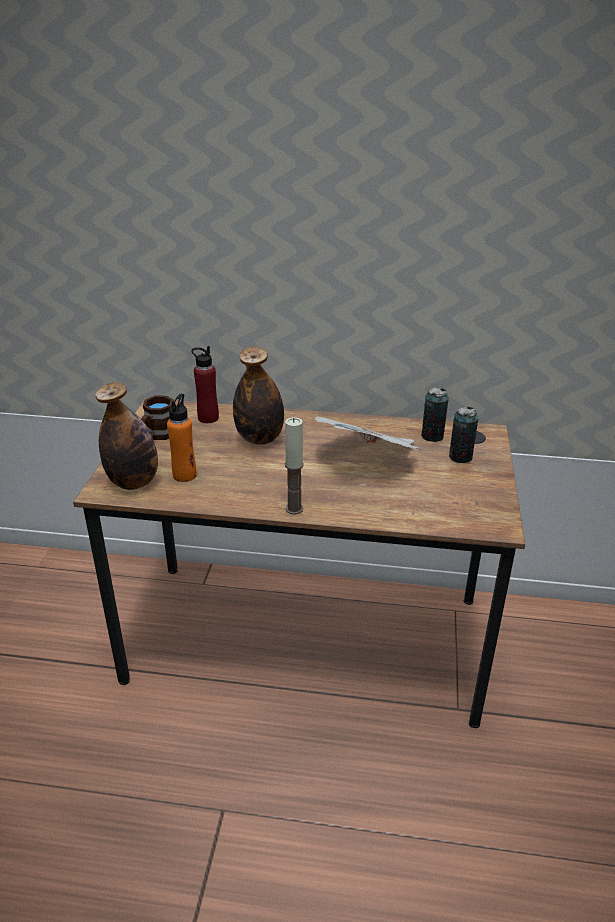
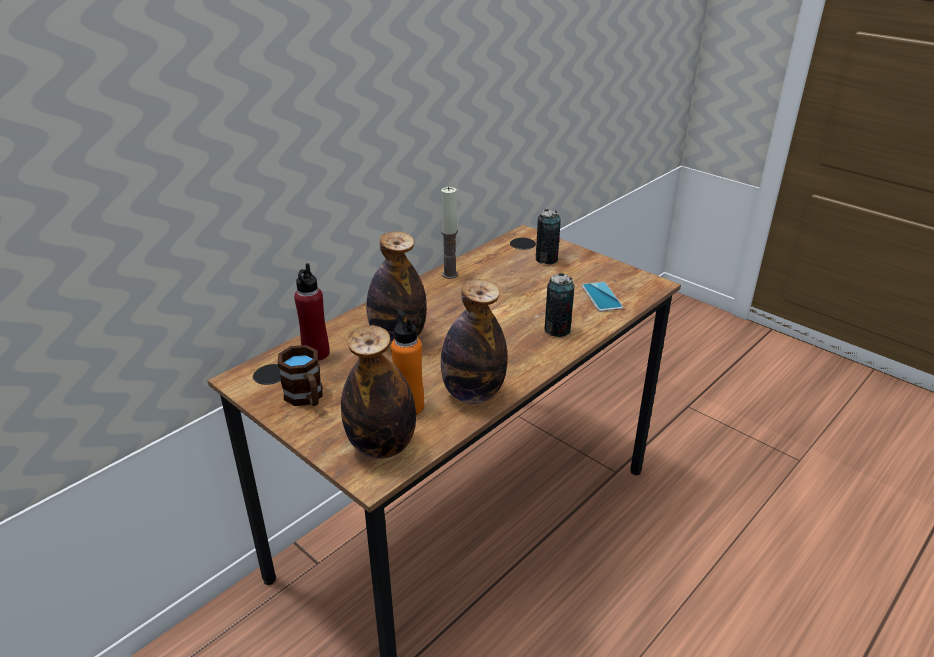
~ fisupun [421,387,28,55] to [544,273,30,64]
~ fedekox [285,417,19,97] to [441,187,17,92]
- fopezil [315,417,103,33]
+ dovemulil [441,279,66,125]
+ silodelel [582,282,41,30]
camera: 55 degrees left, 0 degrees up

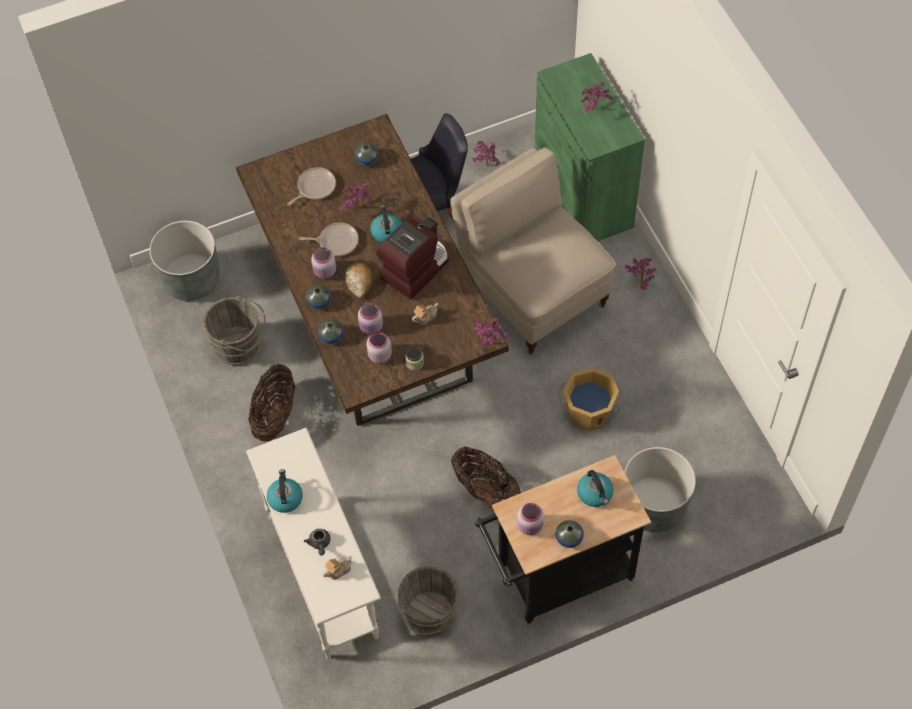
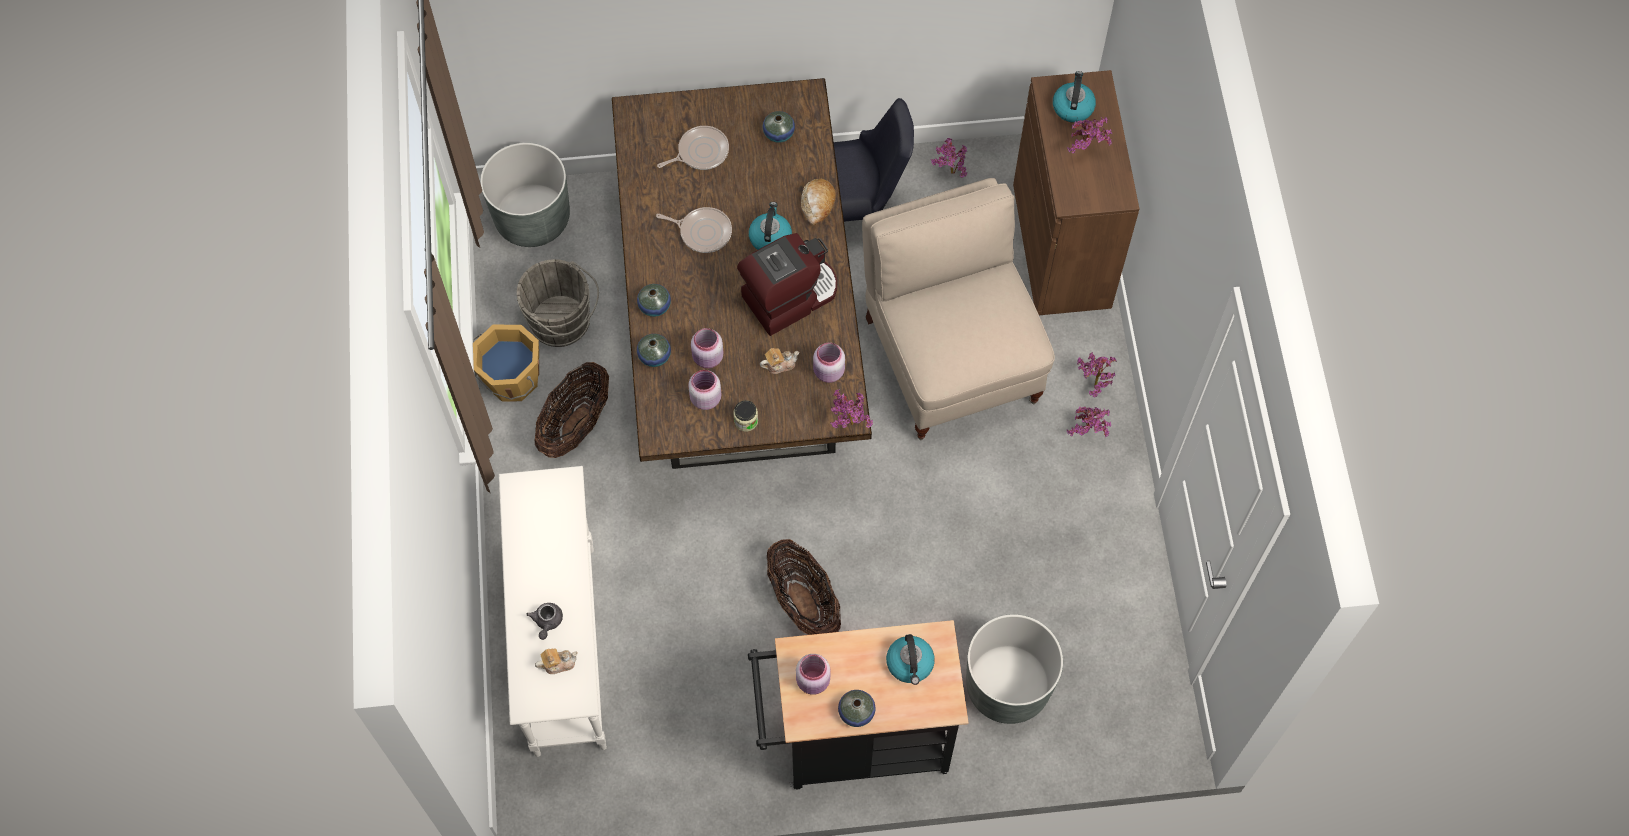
~ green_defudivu [535,53,110,188] to brown_defudivu [1013,70,126,245]
~ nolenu [340,182,32,28] to [1067,407,44,30]
~ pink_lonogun [311,247,25,32] to [813,343,32,40]
~ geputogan [345,262,27,36] to [801,179,35,46]
~ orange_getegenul [559,368,61,63] to [473,324,66,78]
~ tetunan [267,469,36,44] to [1053,71,43,52]
- grey_getegenul [397,566,69,72]
camera: 15 degrees right, 5 degrees up

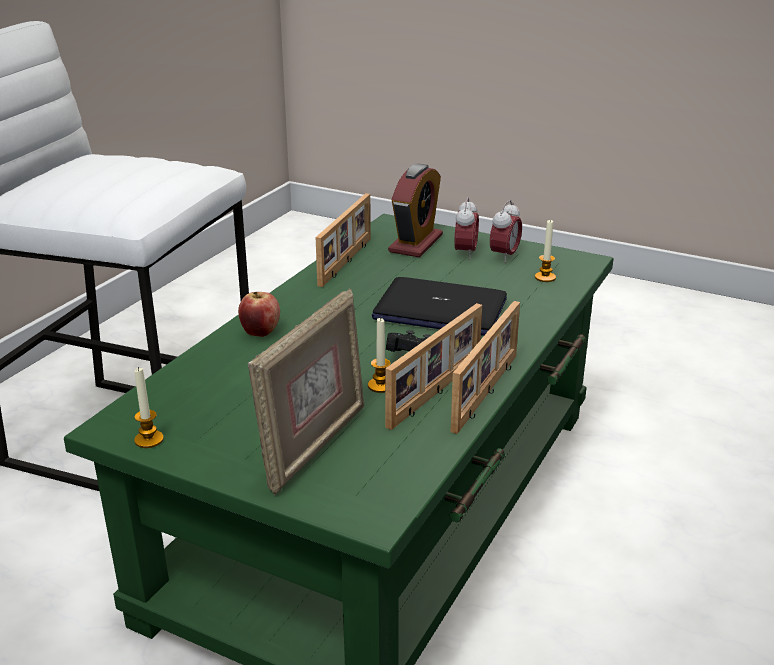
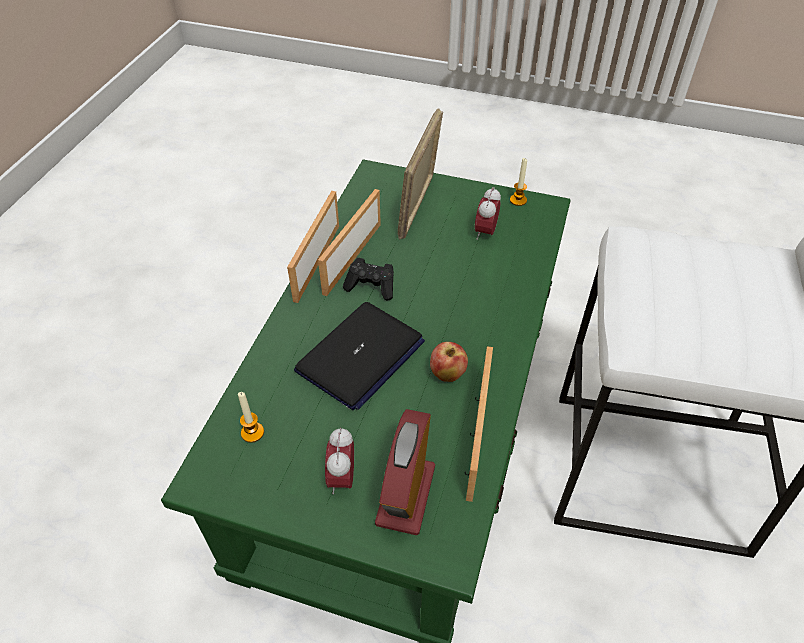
~ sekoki [490,200,32,63] to [475,187,26,53]
~ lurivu [372,277,135,59] = [294,302,131,108] 120 degrees clockwise
~ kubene [238,292,42,45] to [430,342,38,40]
- fedekox [368,317,22,76]
camera: 170 degrees right, 20 degrees up

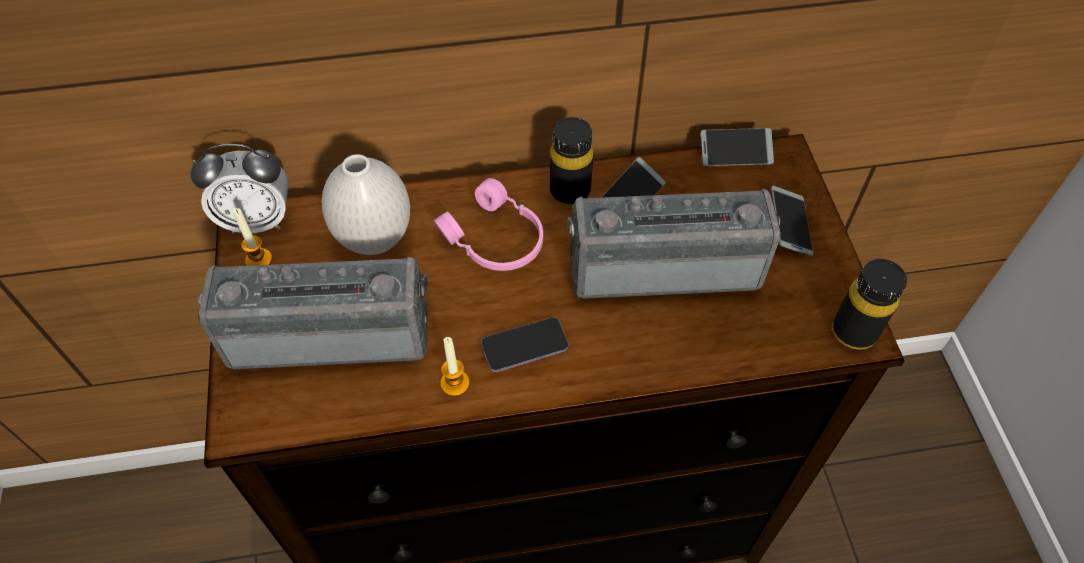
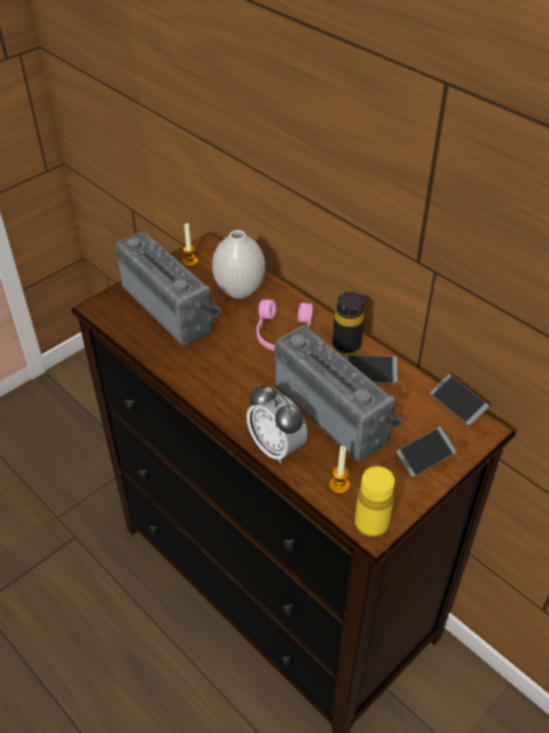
~ sekoki [191,144,97,90] to [246,384,61,80]
~ black_dovemulil [832,259,75,91] to yellow_dovemulil [355,466,40,71]
- silodelel [481,317,88,55]
~ fedekox [440,337,30,60] to [329,446,21,48]
camera: 55 degrees right, 10 degrees down

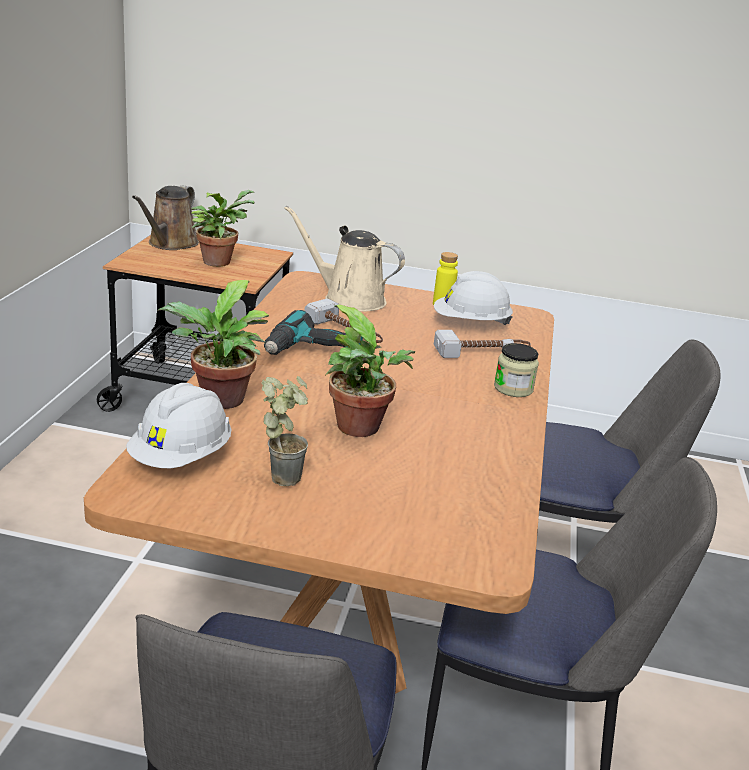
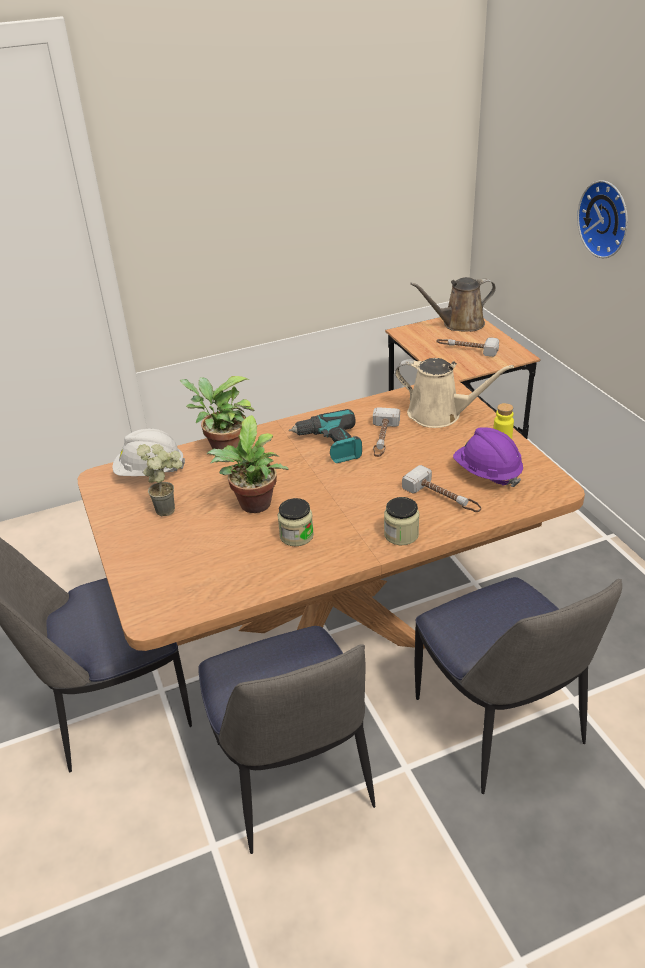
~ nolenu [191,190,64,77] to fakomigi [436,337,63,20]
~ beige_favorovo [284,206,121,105] = [395,358,119,70] 120 degrees clockwise
~ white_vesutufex [434,271,79,54] to purple_vesutufex [453,427,70,60]
+ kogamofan [577,180,51,78]
+ lonogun [278,498,36,48]
camera: 60 degrees right, 10 degrees up

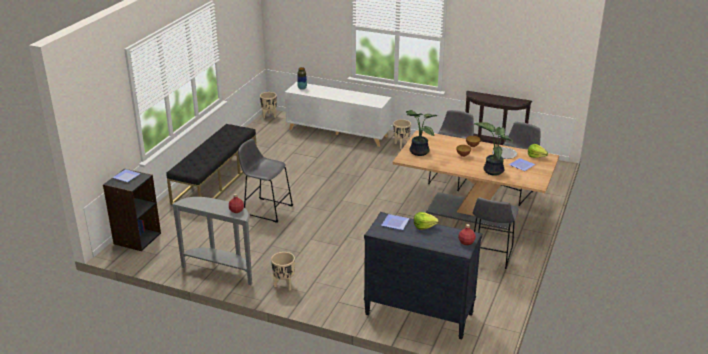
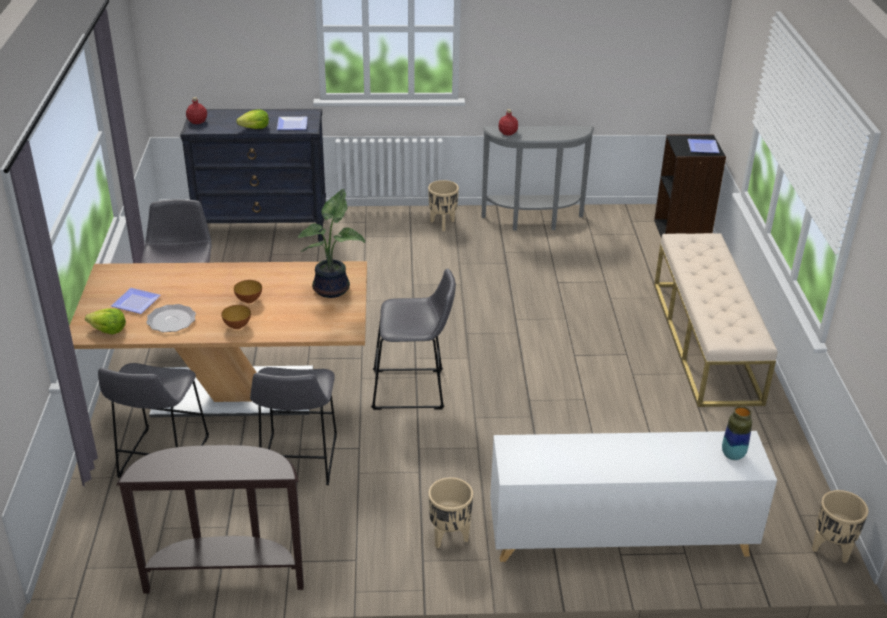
- nolenu [474,122,40,54]
~ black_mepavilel [166,124,91,81] to beige_mepavilel [654,233,124,174]
~ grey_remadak [238,139,55,84] to [371,269,85,141]
camera: 155 degrees right, 5 degrees up

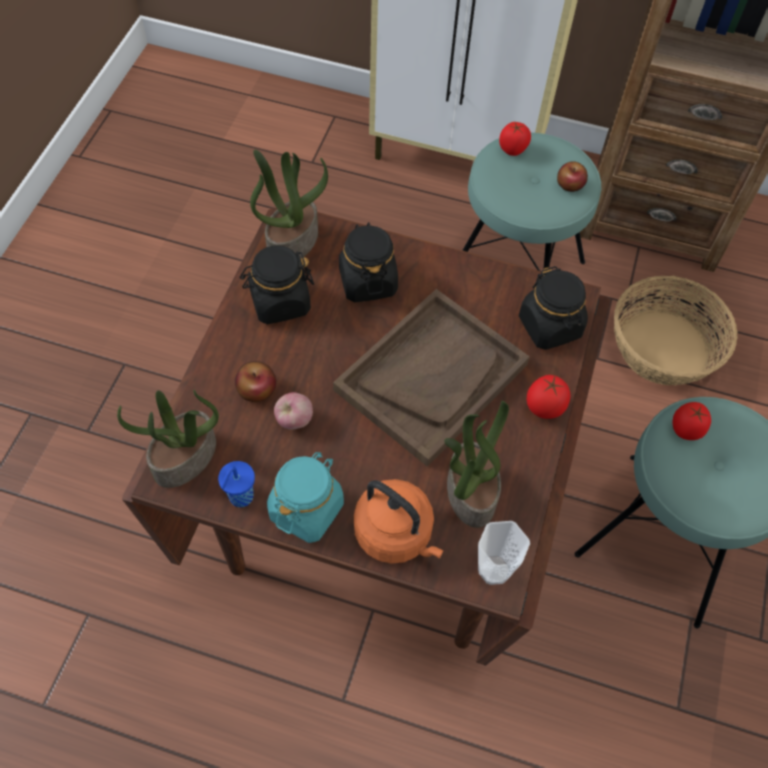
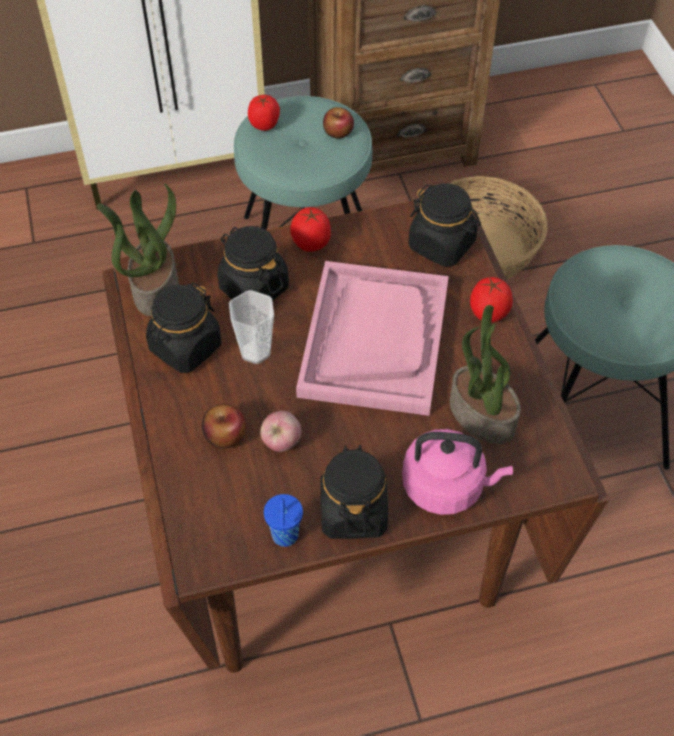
~ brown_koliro [333,289,197,178] to pink_koliro [296,261,153,155]
- nolenu [117,390,102,98]
~ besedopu [672,402,39,38] to [290,207,41,45]
~ turquoise_lonogun [267,452,77,91] to black_lonogun [320,445,68,94]
~ orange_tetunan [354,479,90,85] to pink_tetunan [402,429,111,86]
~ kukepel [478,521,52,64] to [229,290,45,74]
camera: 30 degrees left, 5 degrees down

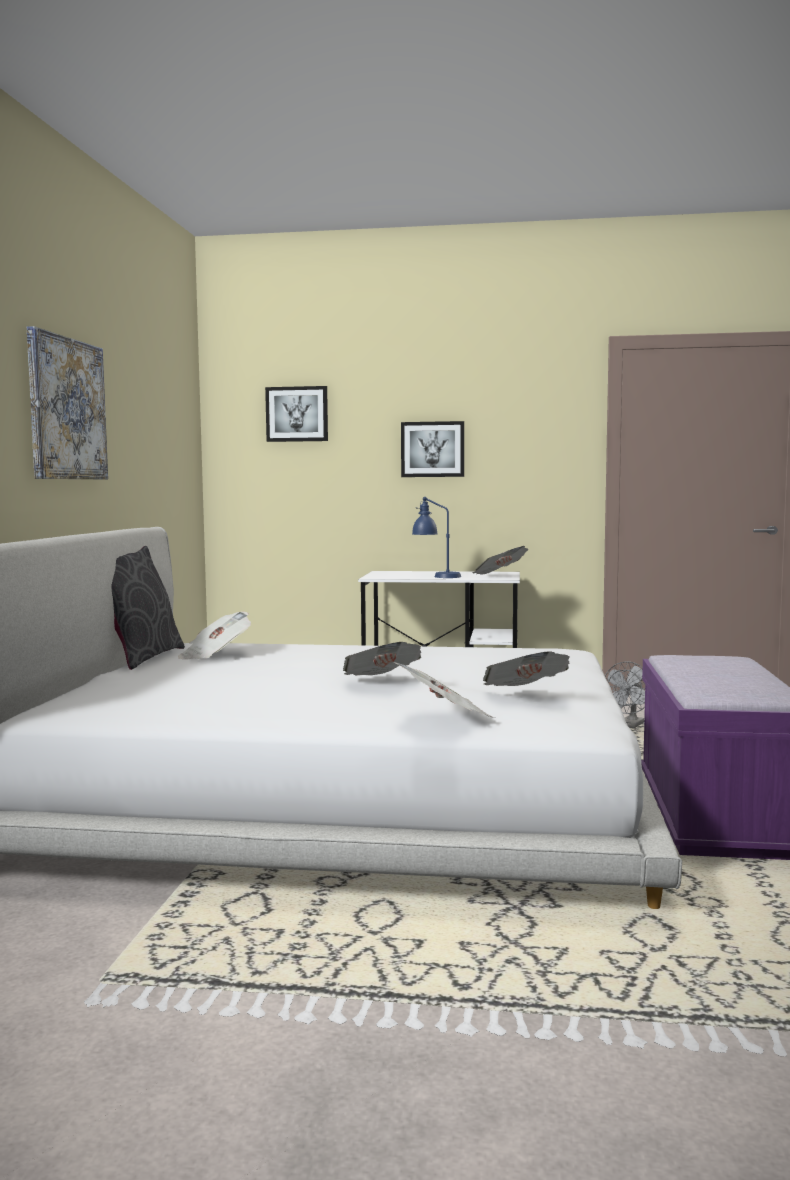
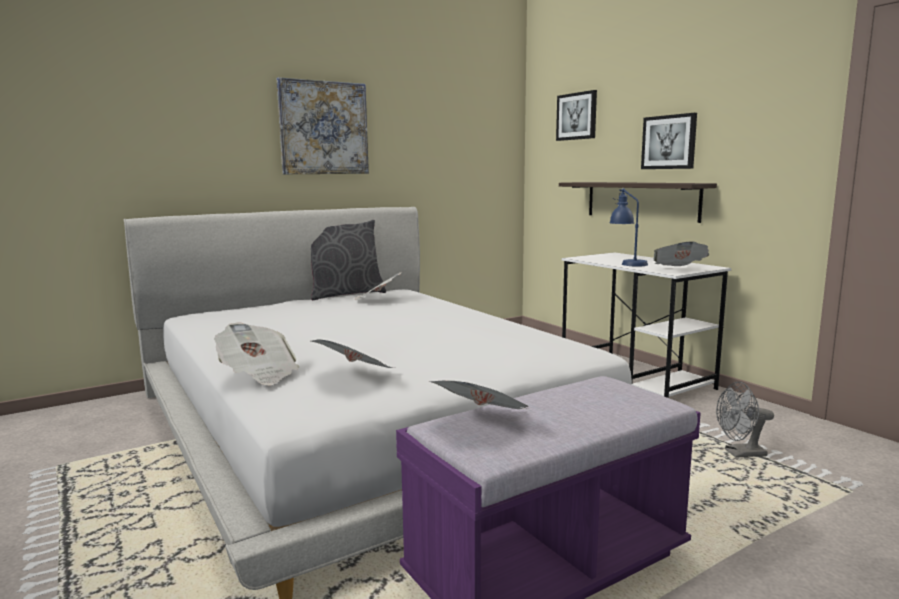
~ fopezil [343,642,78,33] to [430,381,98,28]
+ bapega [559,182,158,41]
camera: 50 degrees right, 5 degrees up

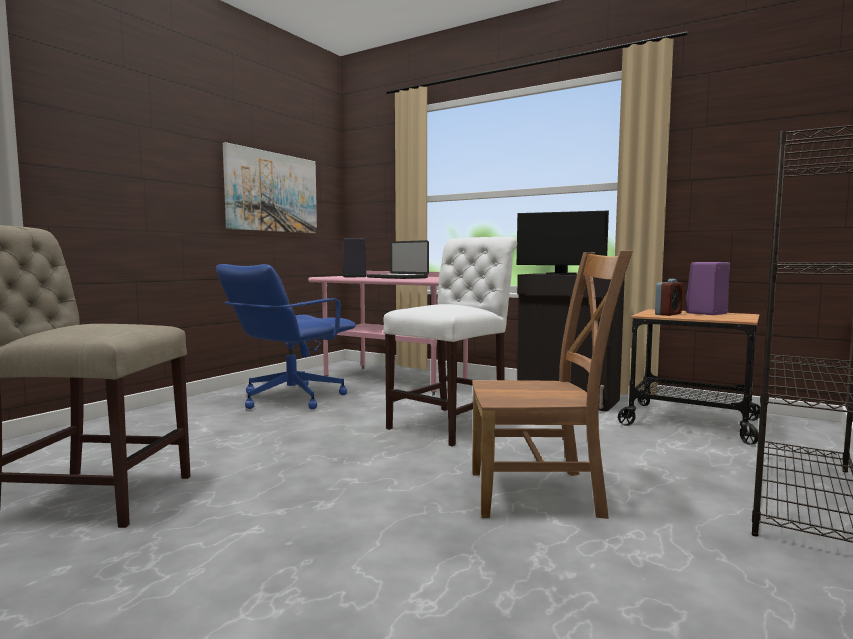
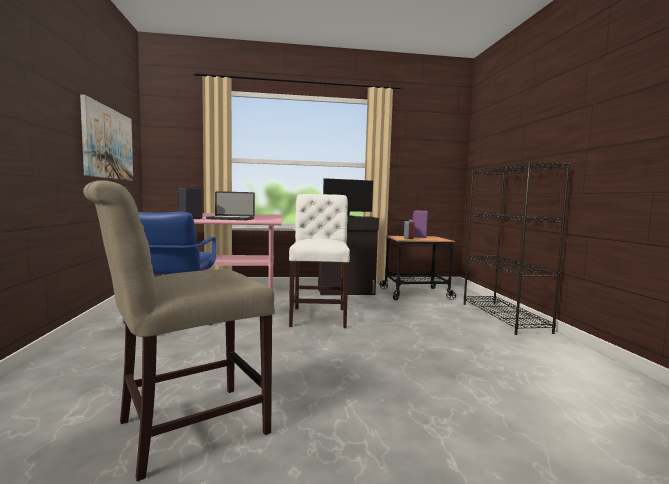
- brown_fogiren [472,251,161,268]
camera: 40 degrees left, 0 degrees up

